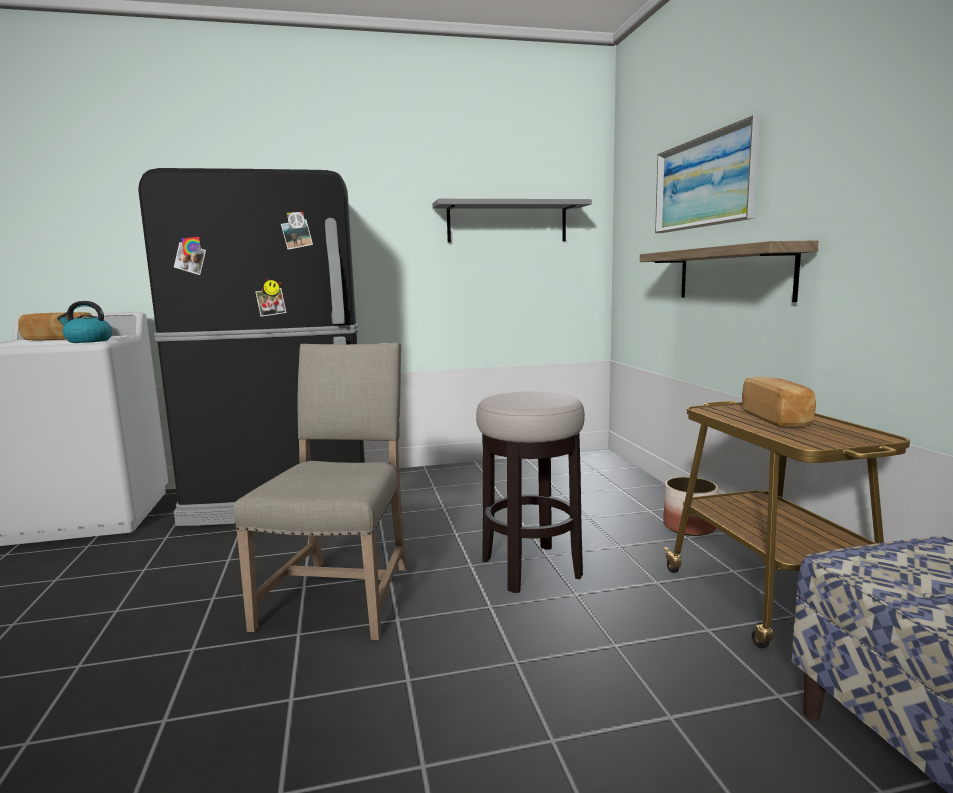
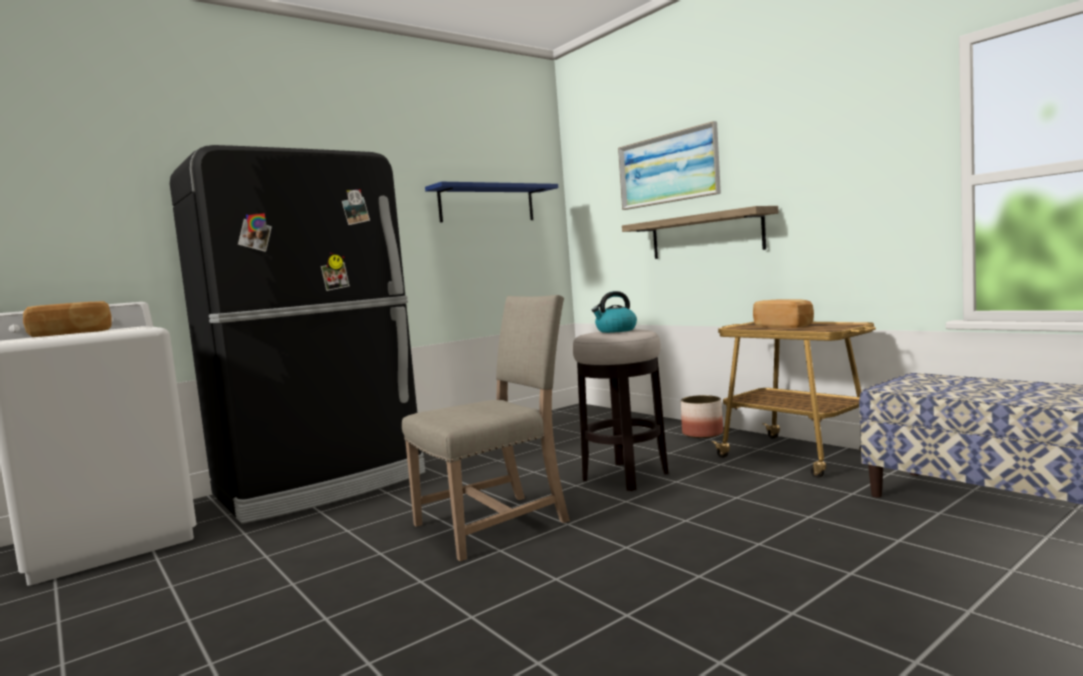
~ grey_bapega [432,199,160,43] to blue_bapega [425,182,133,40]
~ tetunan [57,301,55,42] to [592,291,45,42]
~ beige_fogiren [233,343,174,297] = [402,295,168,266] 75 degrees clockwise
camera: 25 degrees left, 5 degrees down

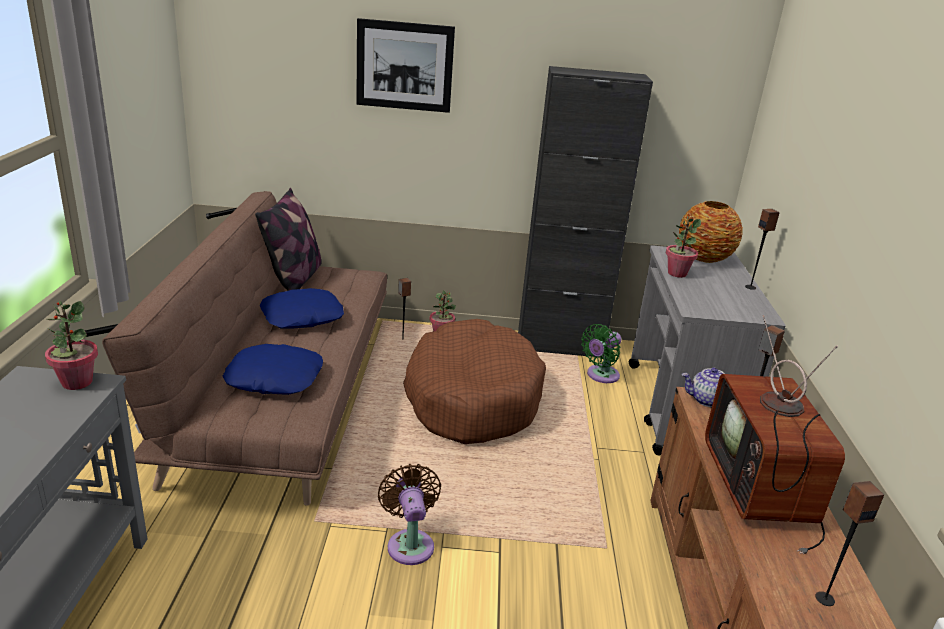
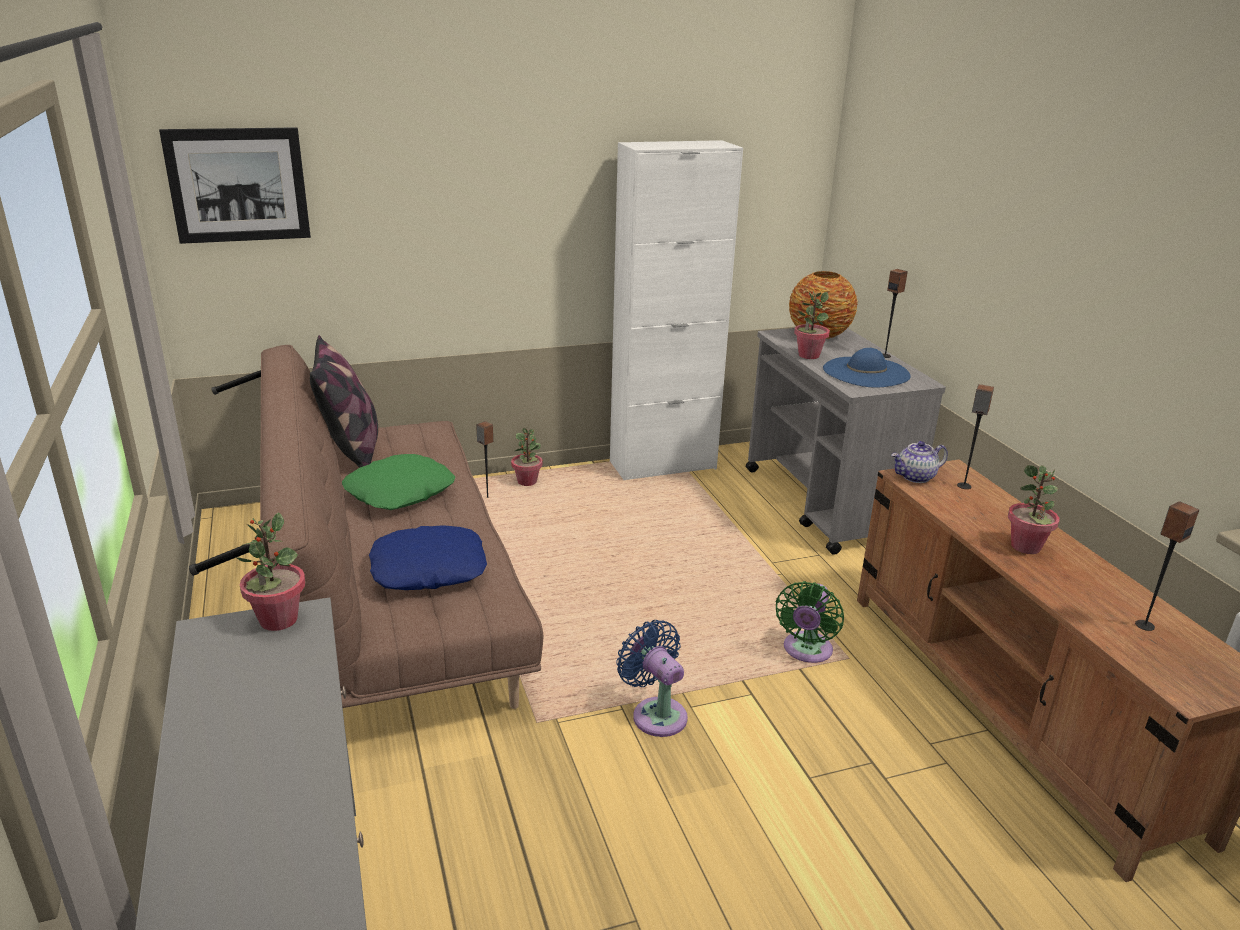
~ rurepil [356,18,99,95] to [159,127,152,117]
~ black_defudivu [518,66,135,292] to white_defudivu [610,140,133,340]
~ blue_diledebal [260,288,84,40] to green_diledebal [342,454,113,56]
~ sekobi [705,315,140,239] to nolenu [1008,465,51,89]
- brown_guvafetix [403,319,143,125]
~ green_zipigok [581,324,40,59] to [776,581,68,82]
~ brown_zipigok [378,464,63,101] to blue_zipigok [616,620,72,117]
+ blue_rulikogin [823,348,88,40]
camera: 20 degrees left, 0 degrees up

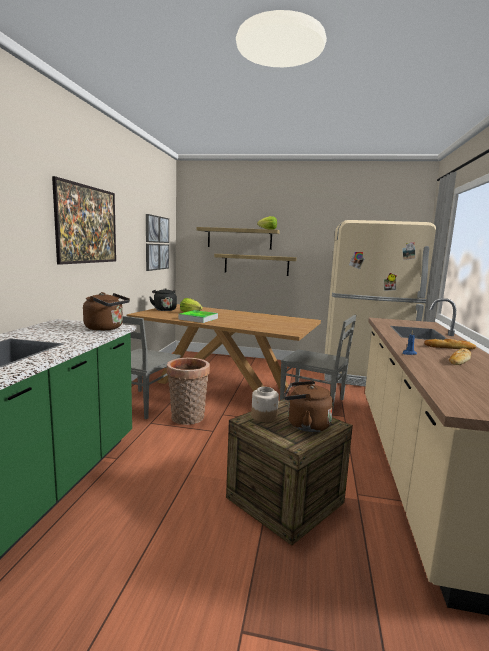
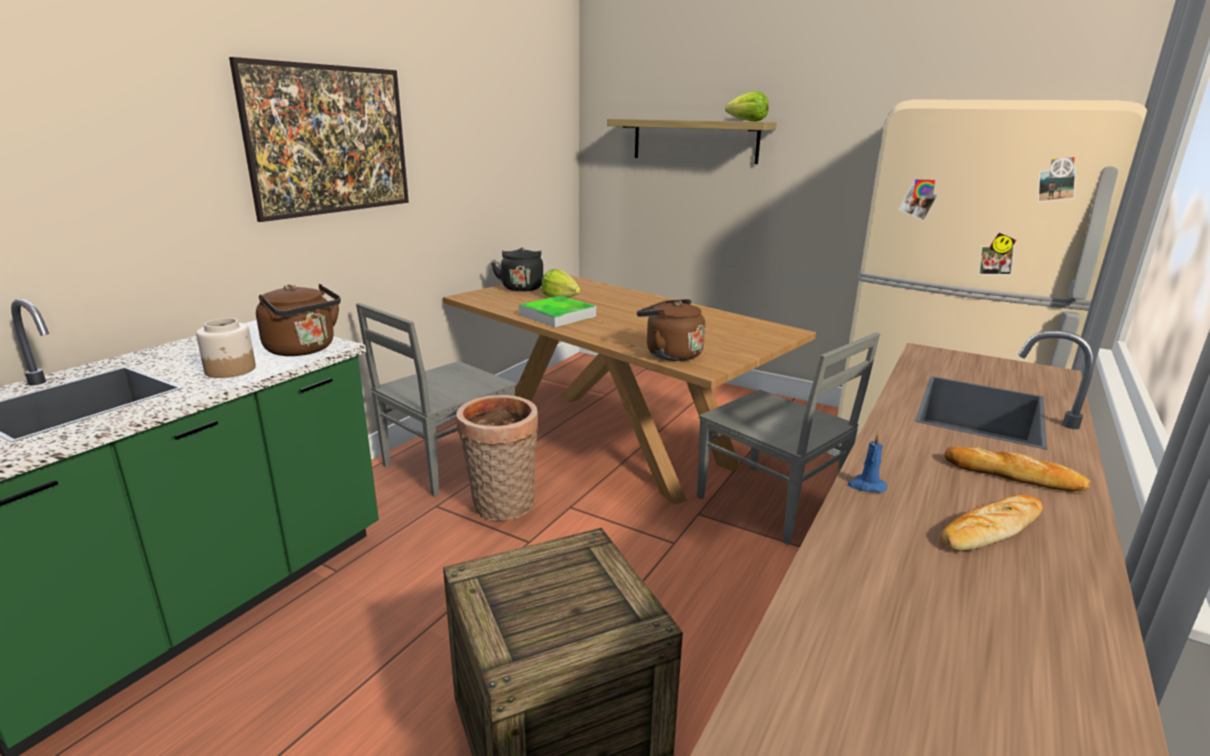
- rurepil [146,214,23,57]
- bapega [214,254,83,22]
~ brown_tetunan [284,381,49,51] to [637,299,68,62]
~ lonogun [251,387,28,35] to [196,318,60,60]
camera: 20 degrees right, 10 degrees up

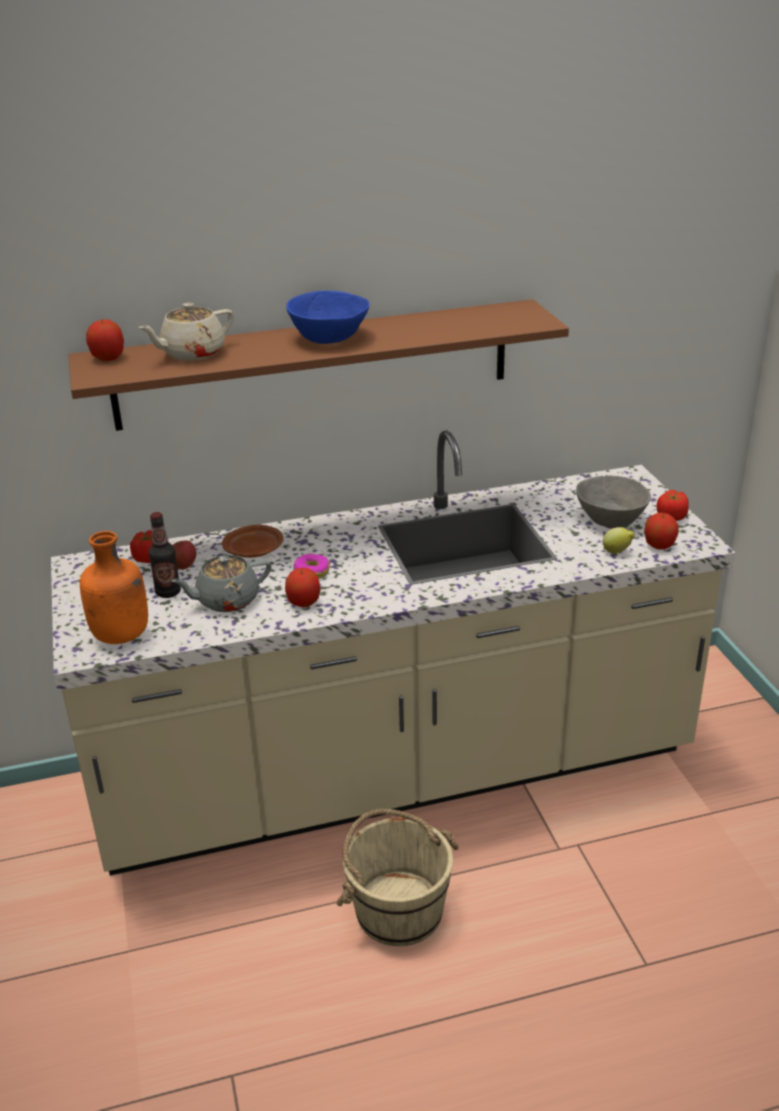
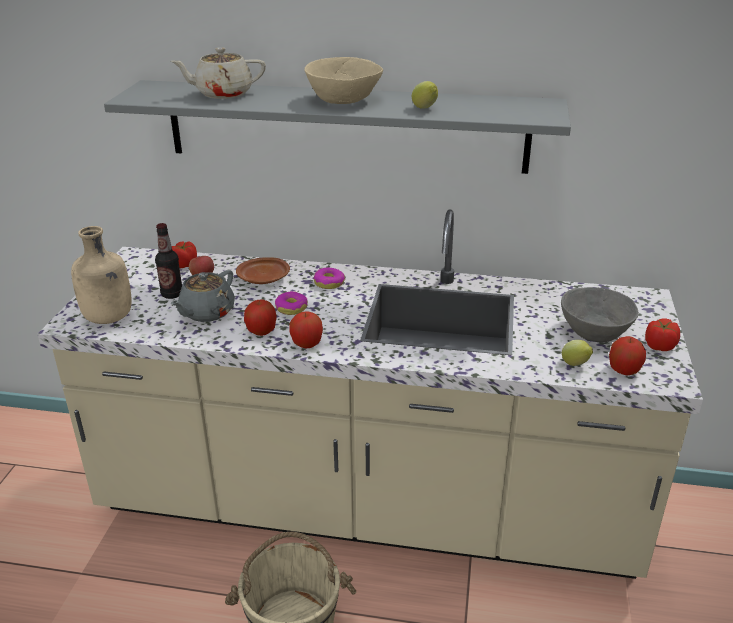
~ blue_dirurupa [286,290,84,54] to beige_dirurupa [304,57,79,47]
~ brown_bapega [68,299,501,132] to grey_bapega [104,80,467,94]
~ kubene [86,320,38,41] to [289,312,34,36]
~ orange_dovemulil [80,531,68,113] to beige_dovemulil [71,226,61,98]
~ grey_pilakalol [171,555,100,57] = [171,270,64,52] 60 degrees counterclockwise
+ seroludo [412,81,26,28]
+ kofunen [313,268,32,21]
camera: 25 degrees right, 0 degrees up

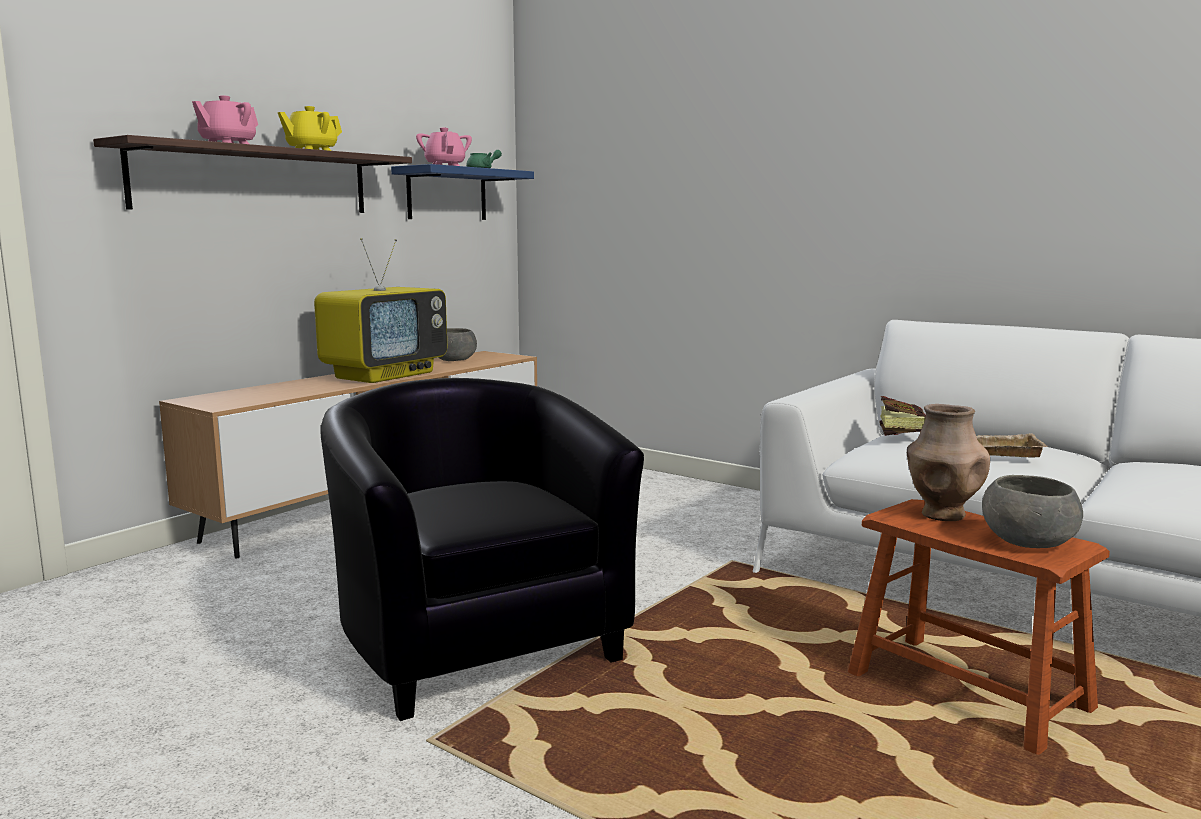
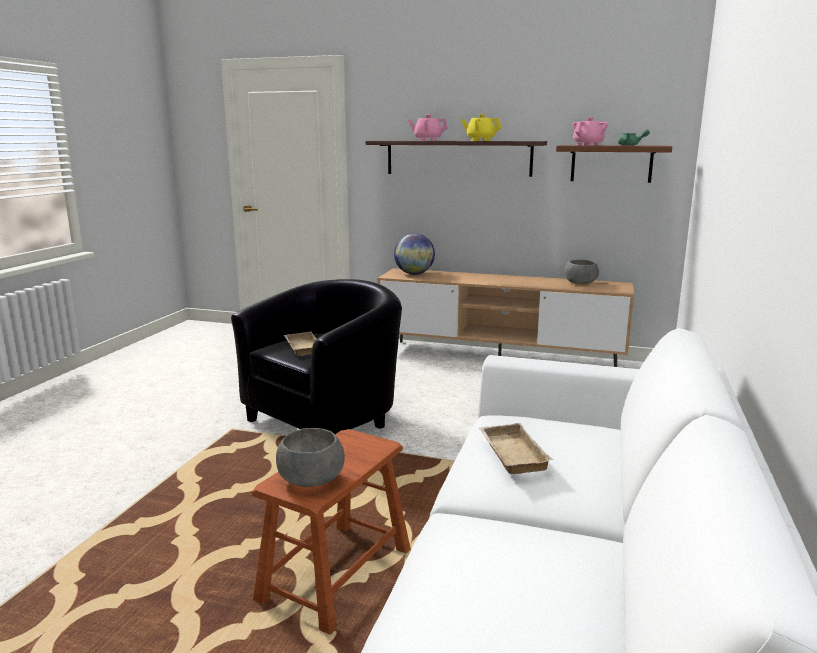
~ blue_bapega [391,164,143,56] to brown_bapega [556,145,116,38]
- sekobi [314,238,133,145]
- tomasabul [879,396,47,40]
- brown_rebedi [907,404,83,117]
+ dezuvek [394,233,41,42]
+ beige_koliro [284,331,32,25]
camera: 70 degrees right, 5 degrees up

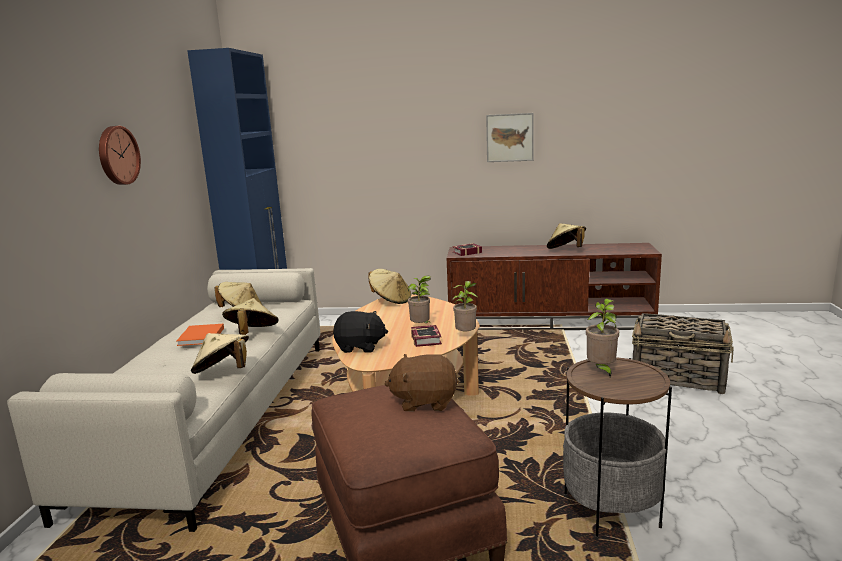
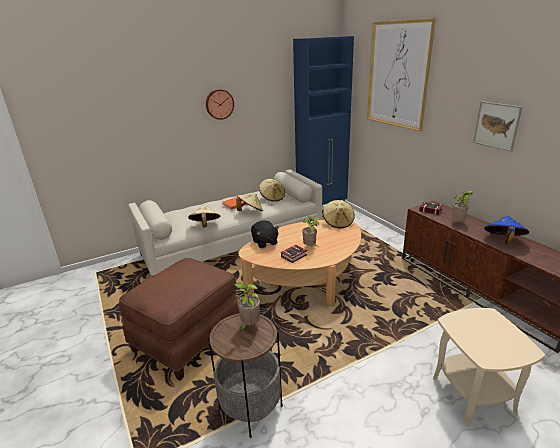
~ beige_rulikogin [547,223,39,26] to blue_rulikogin [484,216,45,28]
~ nolenu [452,281,25,50] to [452,191,21,30]
~ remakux [632,313,102,81] to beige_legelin [433,308,112,117]
- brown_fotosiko [385,354,74,57]
+ rurepil [367,18,69,114]
camera: 55 degrees right, 10 degrees up

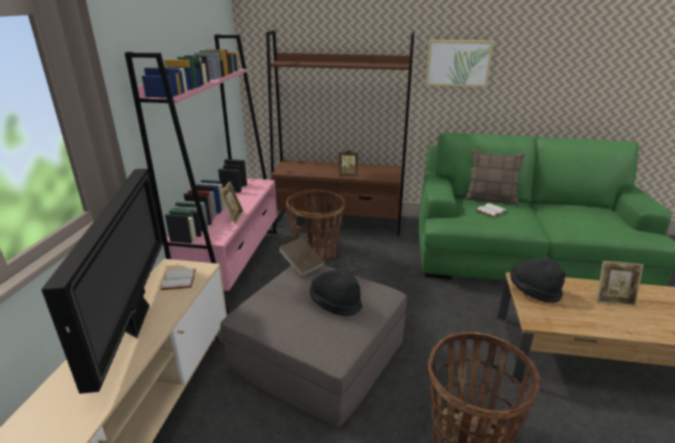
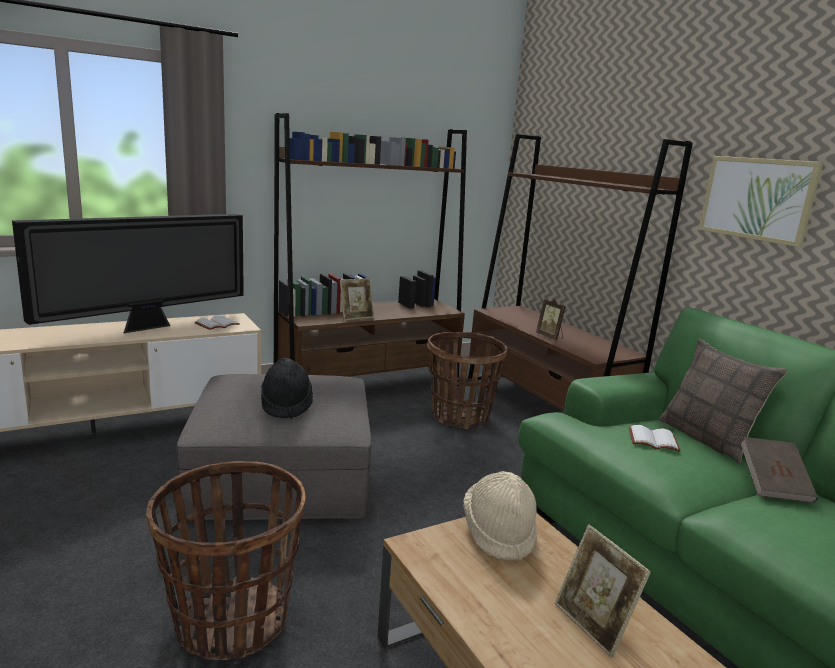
~ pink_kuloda [125,34,152,280] to brown_kuloda [274,113,193,273]
~ brown_tomasabul [278,237,47,40] to [740,437,78,66]
~ black_rulikogin [510,258,55,45] to beige_rulikogin [463,471,75,90]
camera: 50 degrees right, 10 degrees down

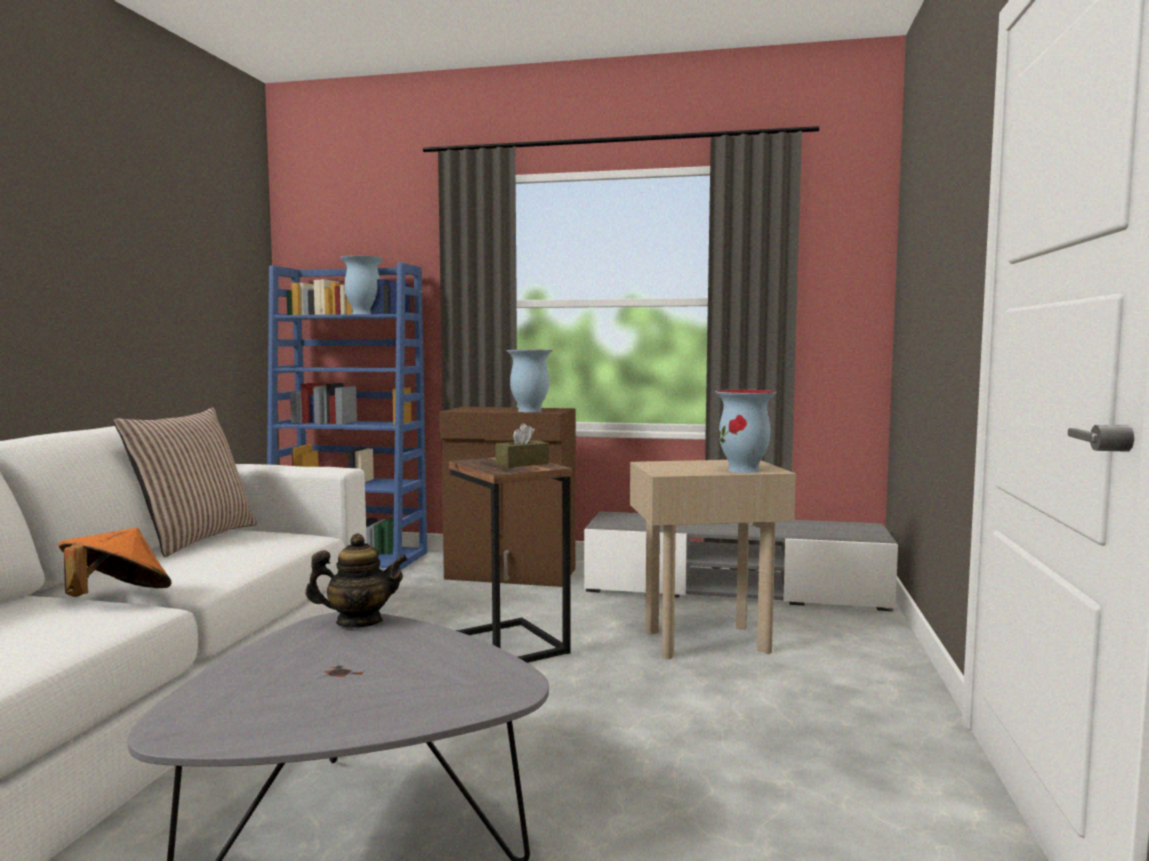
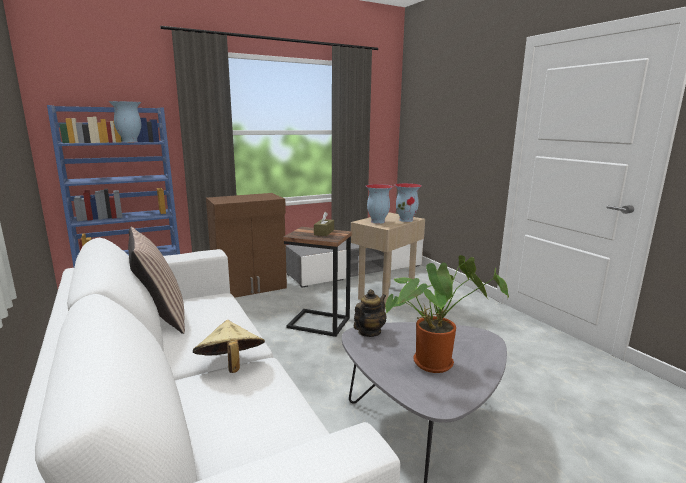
~ rebedi [506,350,47,62] to [365,184,28,40]
~ orange_rulikogin [58,528,114,69] to beige_rulikogin [193,320,72,53]
+ nolenu [385,255,124,118]
camera: 40 degrees left, 10 degrees up

